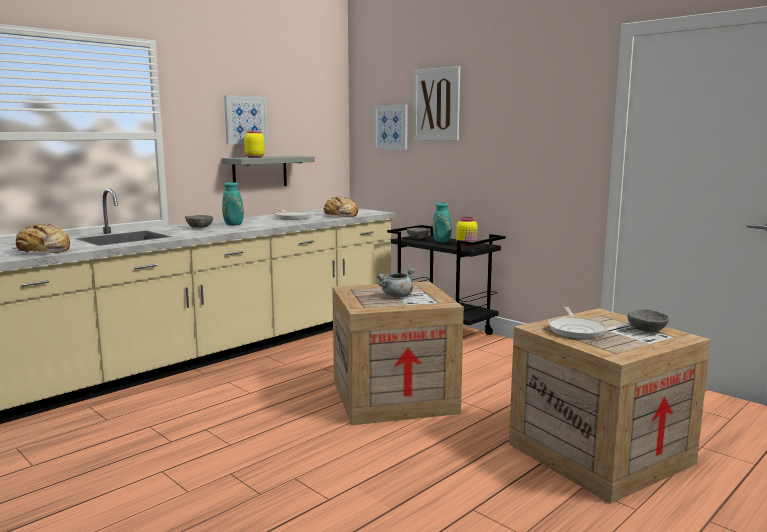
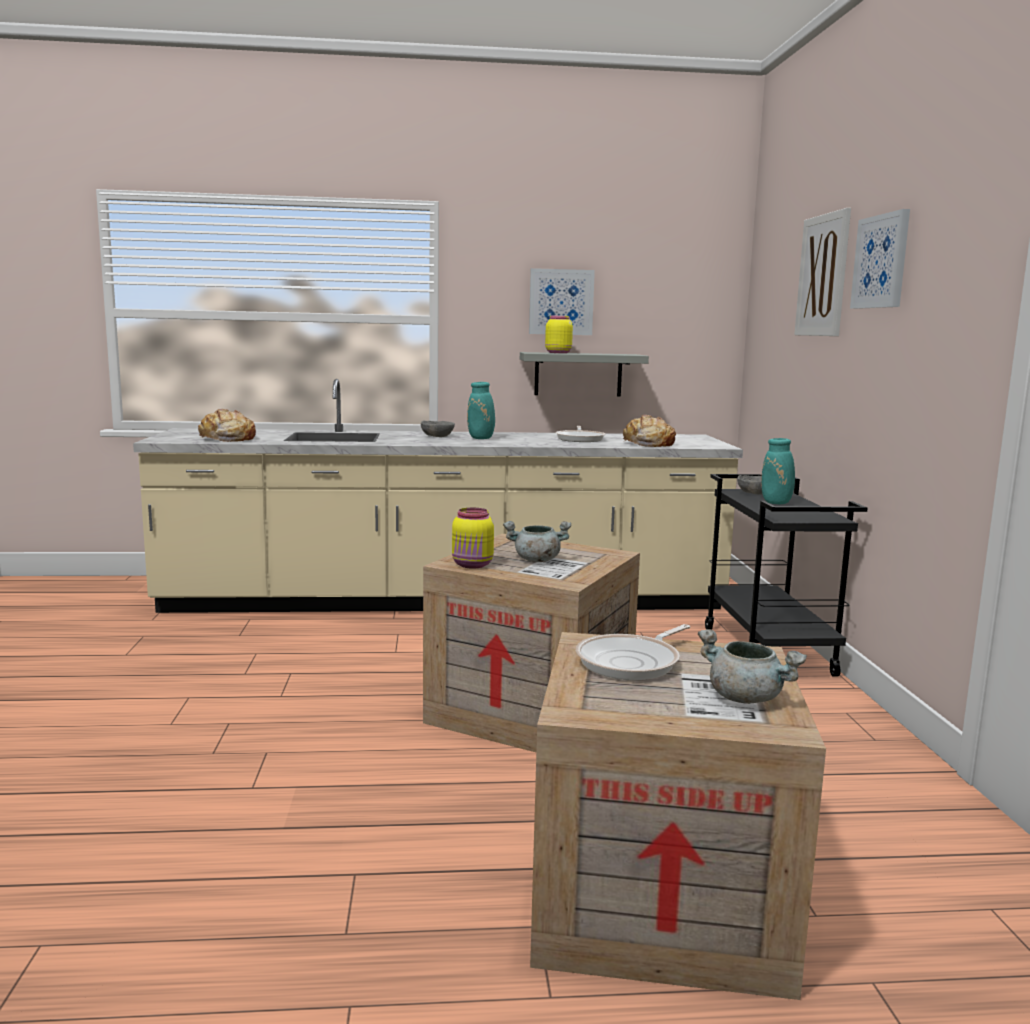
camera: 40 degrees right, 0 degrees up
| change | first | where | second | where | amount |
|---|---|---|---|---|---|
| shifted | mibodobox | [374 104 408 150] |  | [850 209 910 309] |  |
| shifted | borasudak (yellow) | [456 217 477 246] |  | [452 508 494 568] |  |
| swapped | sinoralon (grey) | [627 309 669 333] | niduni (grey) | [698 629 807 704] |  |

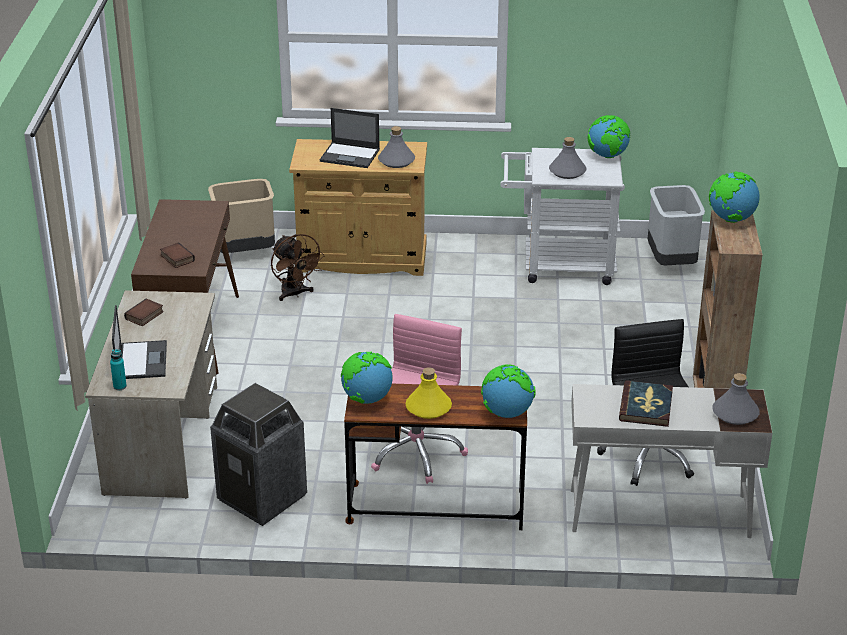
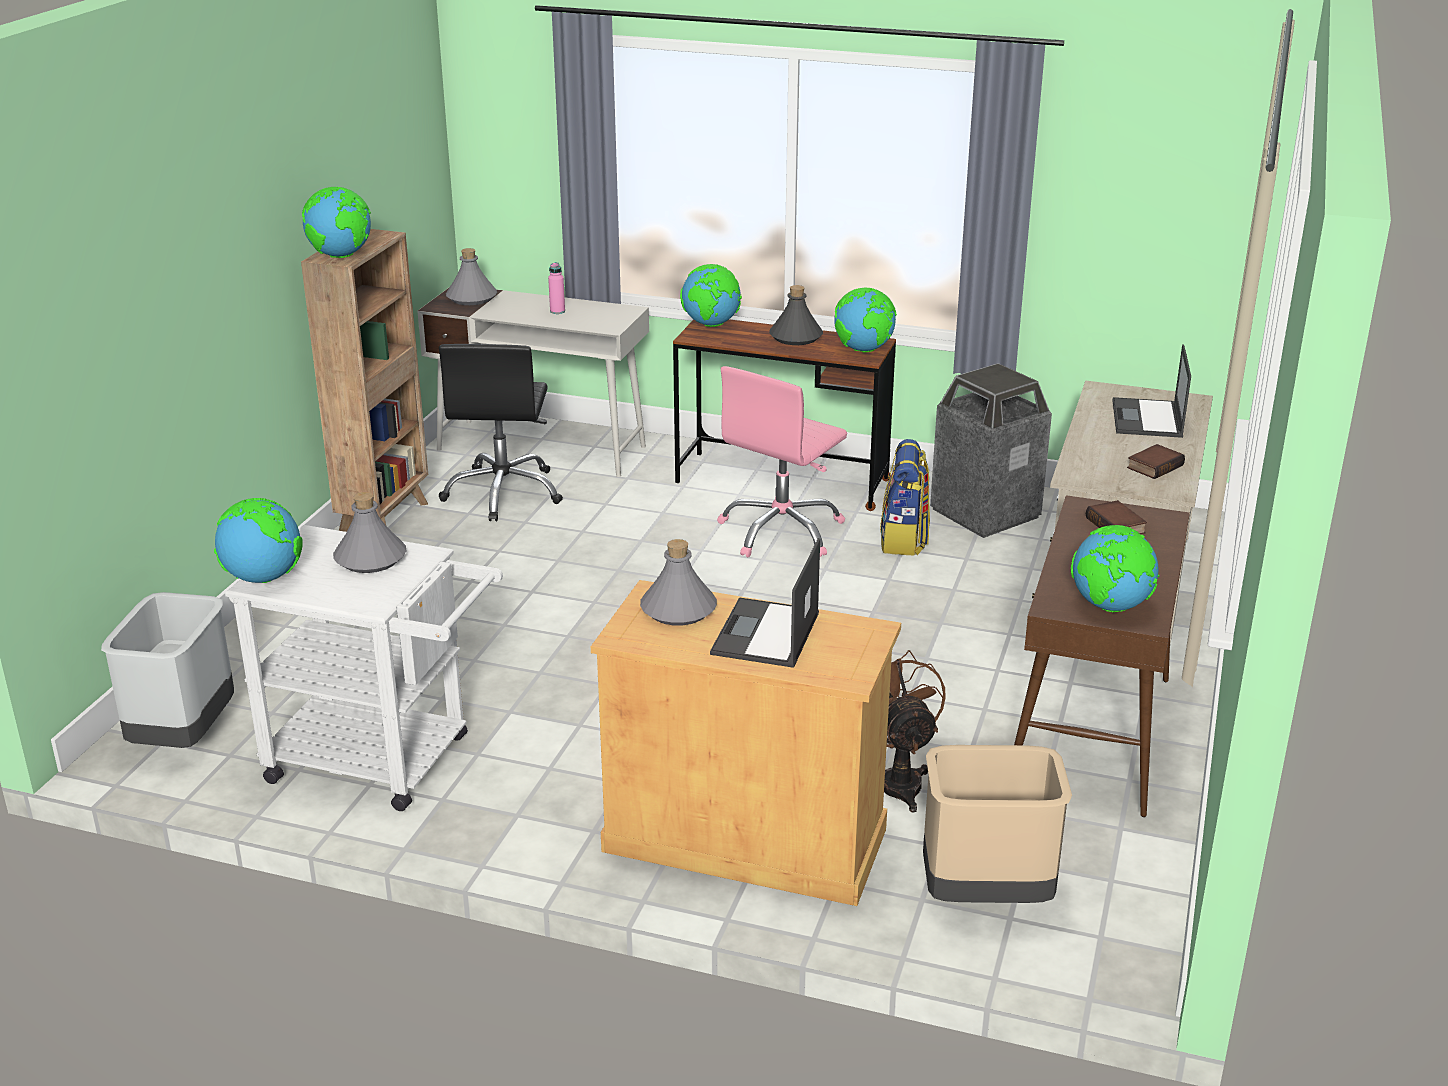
camera: 165 degrees left, 5 degrees down
| change | first | where | second | where | amount |
|---|---|---|---|---|---|
| gone | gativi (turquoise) | [110 349 127 390] |  |  |  |
| new |  |  | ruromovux | [880 439 930 556] |  |
| new |  |  | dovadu | [1071 525 1160 612] |  |
| swapped | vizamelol | [619 380 673 427] | gativi (pink) | [548 262 565 314] |  |
| repainted | gativi (yellow) | [406 367 452 419] | gativi (grey) | [769 285 823 345] |  |
| rotated | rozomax | [320 108 380 168] |  | [710 538 820 668] | 105 degrees counterclockwise |

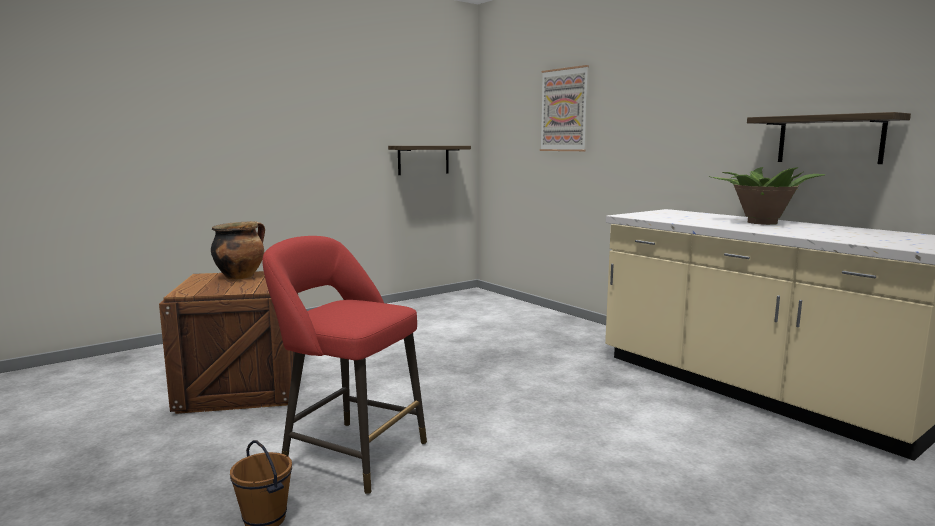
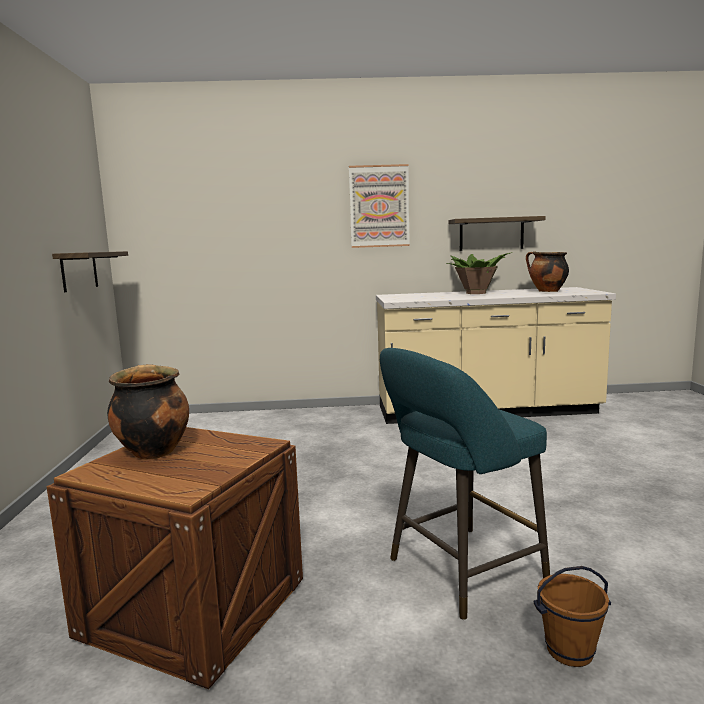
camera: 55 degrees left, 0 degrees up
| change | first | where | second | where | amount |
|---|---|---|---|---|---|
| new |  |  | niduni | [526 251 569 292] |  |
| shifted | mibodobox | [540 65 589 151] |  | [349 164 410 248] |  |
| repainted | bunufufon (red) | [262 236 427 495] | bunufufon (turquoise) | [380 348 550 620] |  |

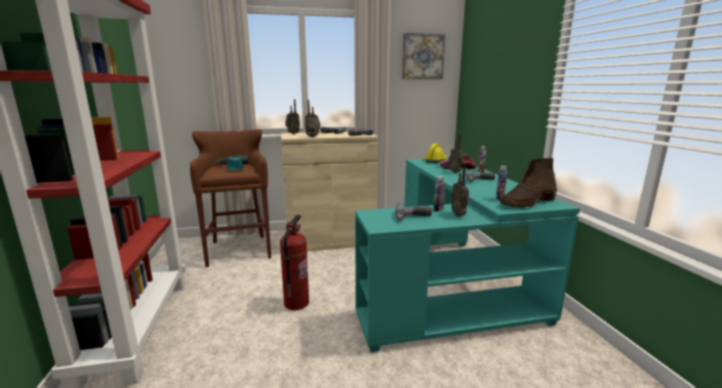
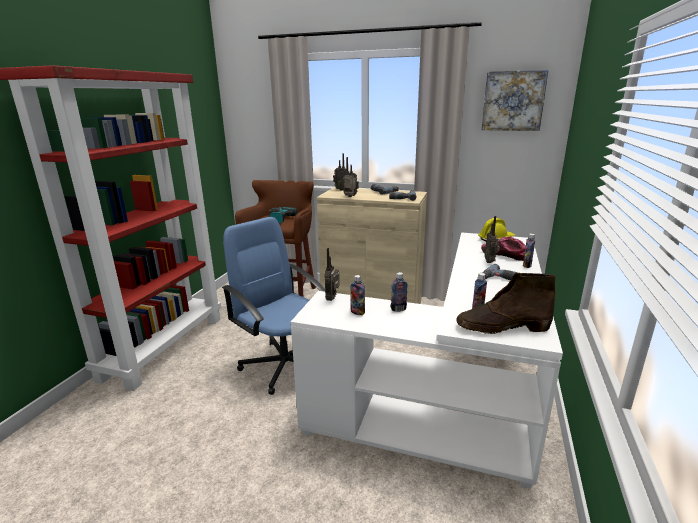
camera: 30 degrees right, 5 degrees up
| change | first | where | second | where | amount |
|---|---|---|---|---|---|
| shifted | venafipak | [451 164 470 217] |  | [325 248 340 301] |  |
| swapped | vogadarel | [280 215 309 310] | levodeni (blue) | [222 217 325 395] |  |
| swapped | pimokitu | [395 203 432 221] | gativi | [350 275 365 315] |  |
| repainted | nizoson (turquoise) | [355 158 580 352] | nizoson (white) | [291 232 563 489] |  |

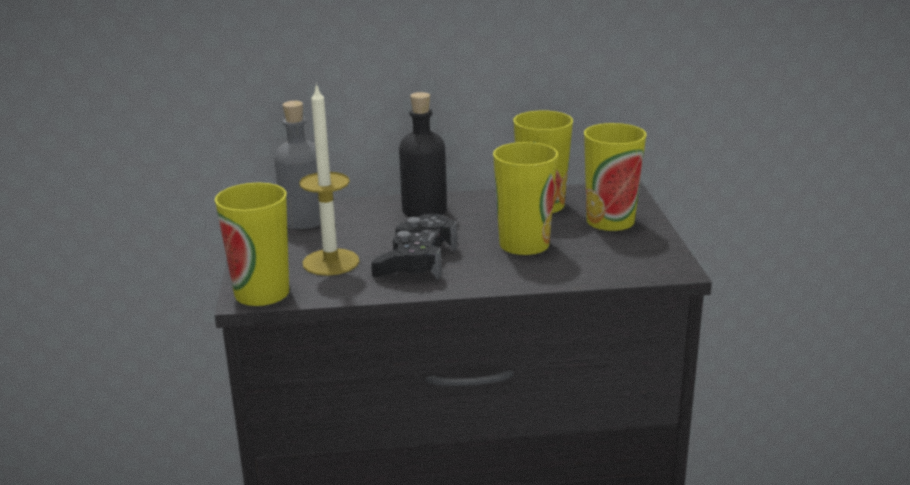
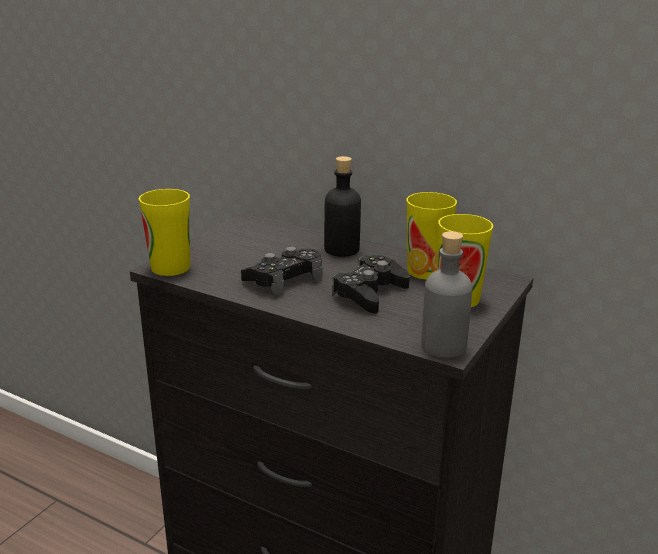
camera: 35 degrees right, 0 degrees up
| change | first | where | second | where | amount |
|---|---|---|---|---|---|
| gone | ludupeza | [299 83 360 276] |  |  |  |
| shifted | gativi (grey) | [274 101 321 229] |  | [421 231 472 358] |  |
| swapped | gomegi | [493 142 558 255] | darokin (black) | [332 255 410 314] |  |

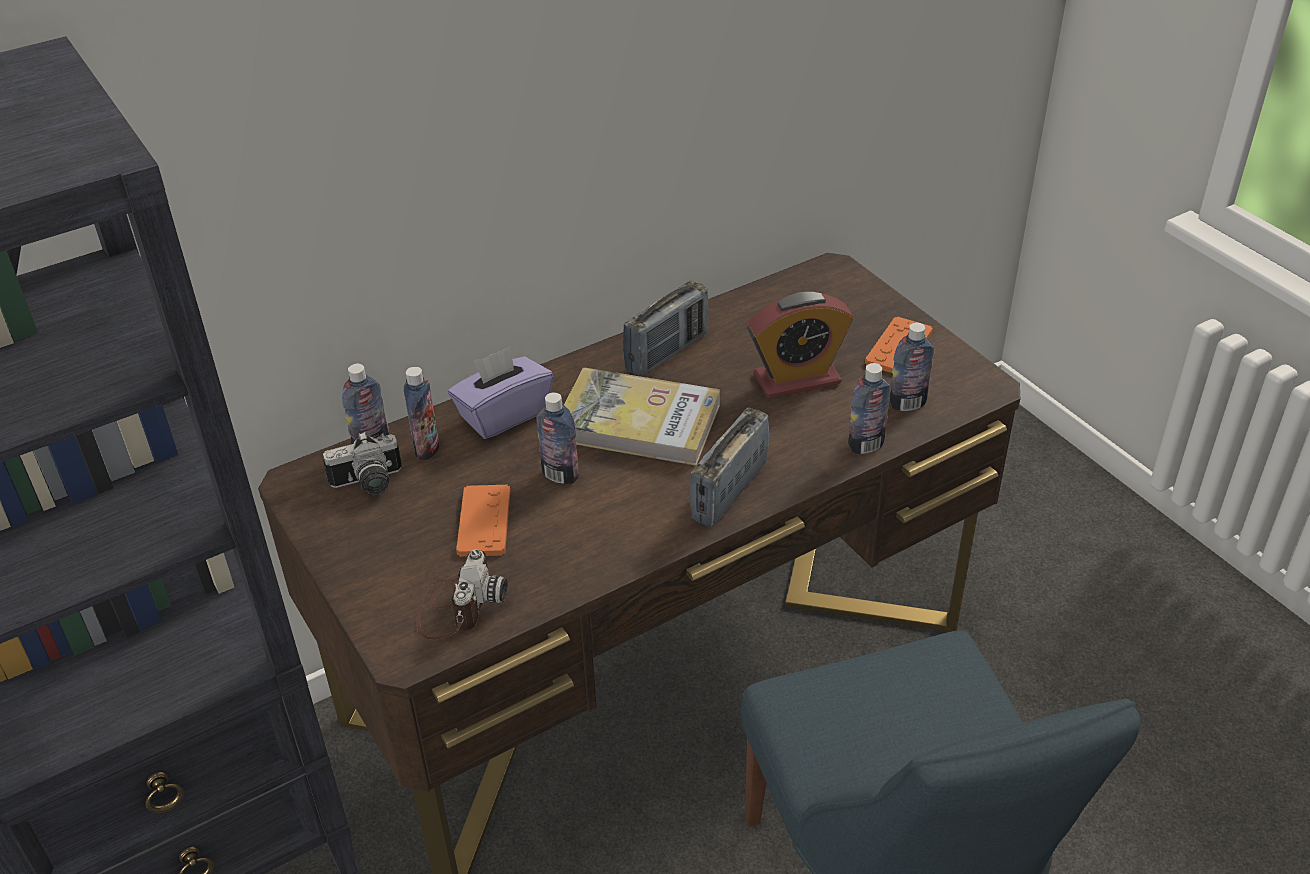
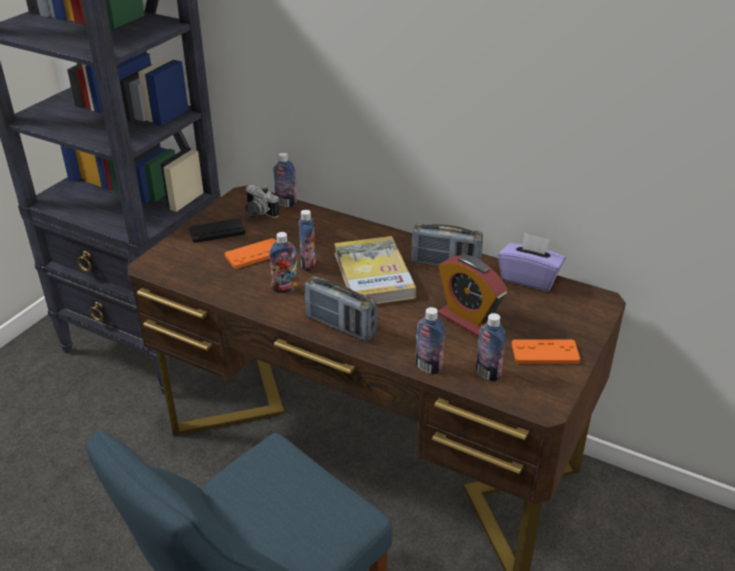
camera: 60 degrees right, 5 degrees down
| change | first | where | second | where | amount |
|---|---|---|---|---|---|
| gone | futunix | [416 549 508 640] |  |  |  |
| new |  |  | darokin (black) | [189 218 245 243] |  |
| shifted | gativi | [404 367 439 460] |  | [269 232 298 293] |  |
| shifted | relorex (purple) | [448 347 553 439] |  | [498 233 566 291] |  |
| rotated | venafipak | [690 408 769 527] |  | [305 276 377 341] | 150 degrees counterclockwise |

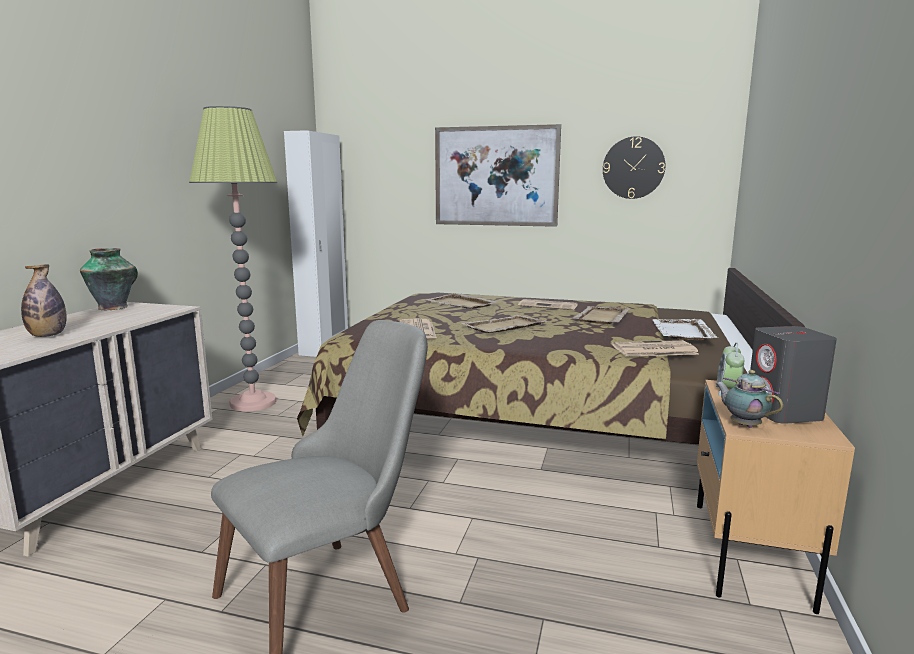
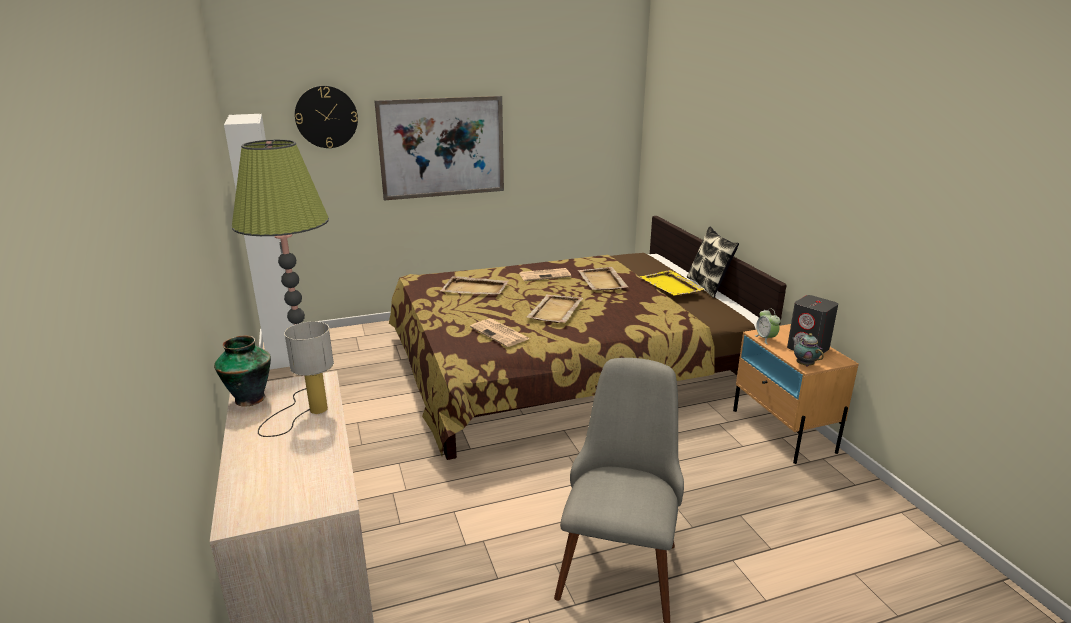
camera: 35 degrees left, 10 degrees up
| change | first | where | second | where | amount |
|---|---|---|---|---|---|
| gone | gativi | [21 264 66 337] |  |  |  |
| gone | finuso | [612 340 699 356] |  |  |  |
| new |  |  | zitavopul | [258 321 334 437] |  |
| new |  |  | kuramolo | [687 226 739 298] |  |
| shifted | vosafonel | [603 136 665 199] |  | [295 86 358 148] |  |
| repainted | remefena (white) | [652 319 718 340] | remefena (yellow) | [640 270 705 296] |  |
| rotated | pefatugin | [715 370 783 428] |  | [792 333 824 367] | 45 degrees clockwise |

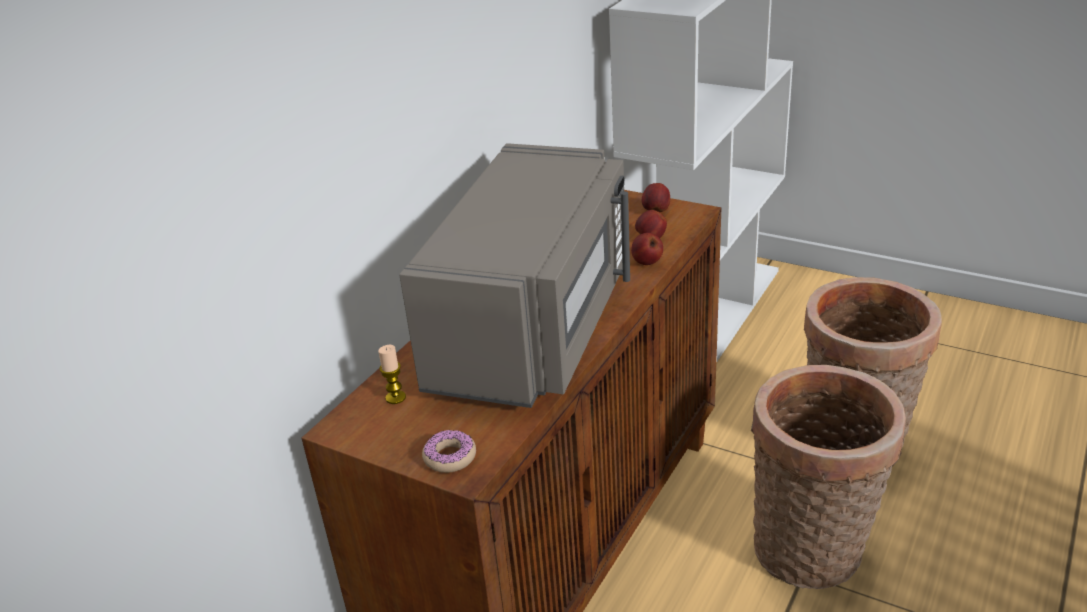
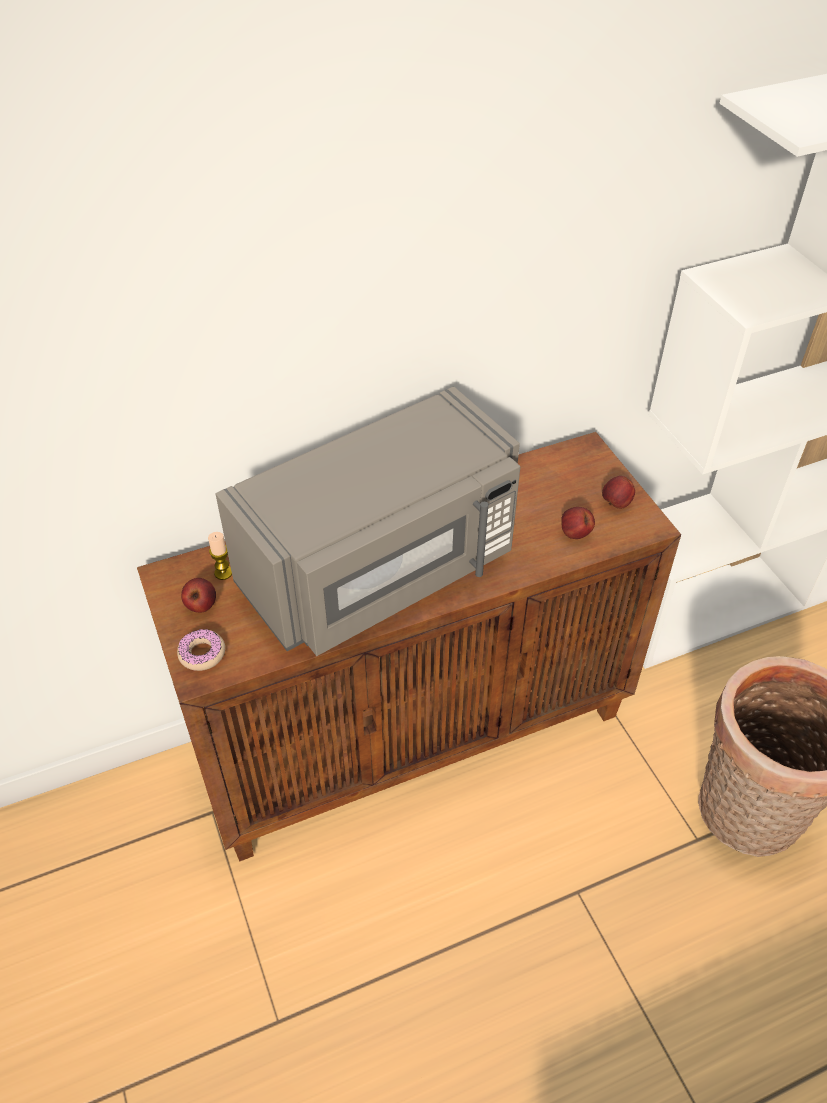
camera: 35 degrees right, 15 degrees up
| change | first | where | second | where | amount |
|---|---|---|---|---|---|
| gone | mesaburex | [751 365 906 589] |  |  |  |
| shifted | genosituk | [631 233 663 265] |  | [181 578 216 613] |  |

